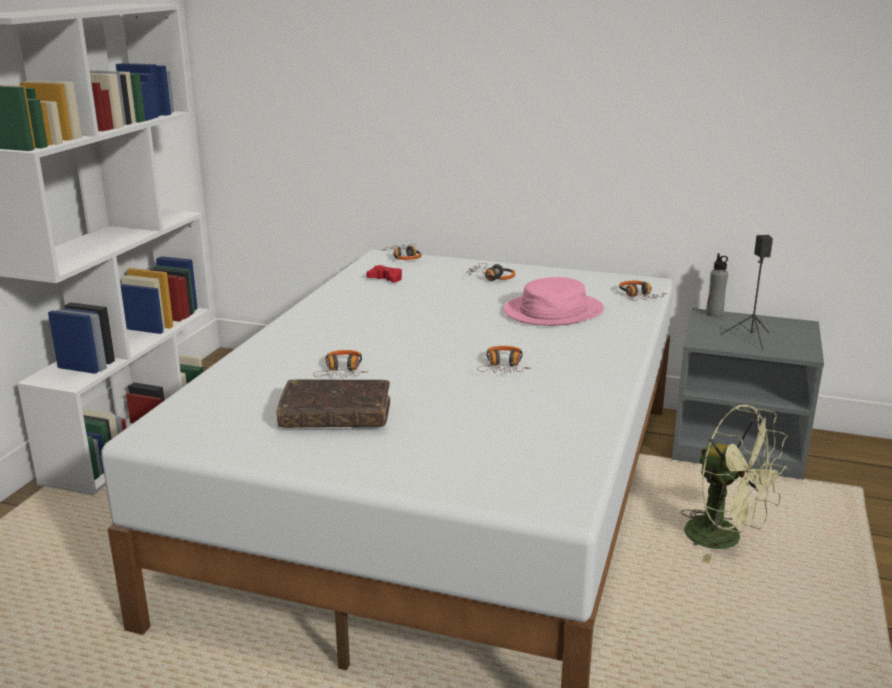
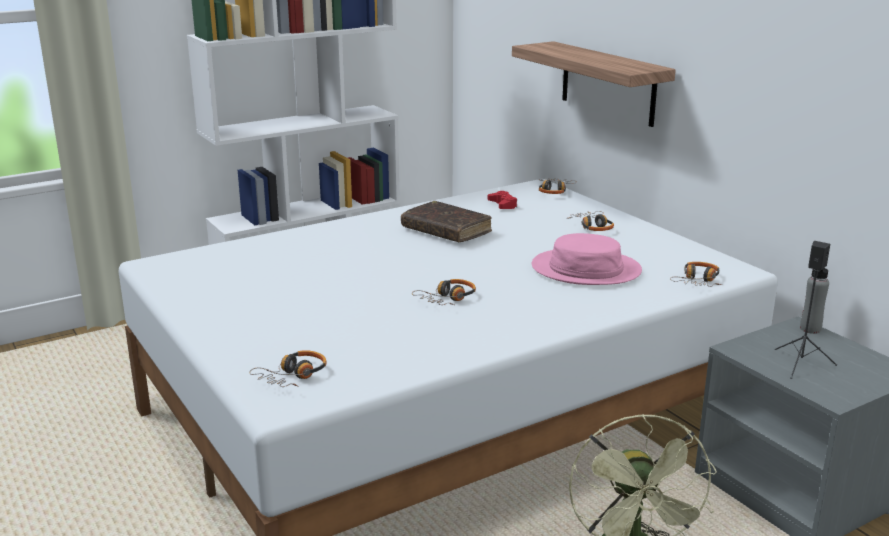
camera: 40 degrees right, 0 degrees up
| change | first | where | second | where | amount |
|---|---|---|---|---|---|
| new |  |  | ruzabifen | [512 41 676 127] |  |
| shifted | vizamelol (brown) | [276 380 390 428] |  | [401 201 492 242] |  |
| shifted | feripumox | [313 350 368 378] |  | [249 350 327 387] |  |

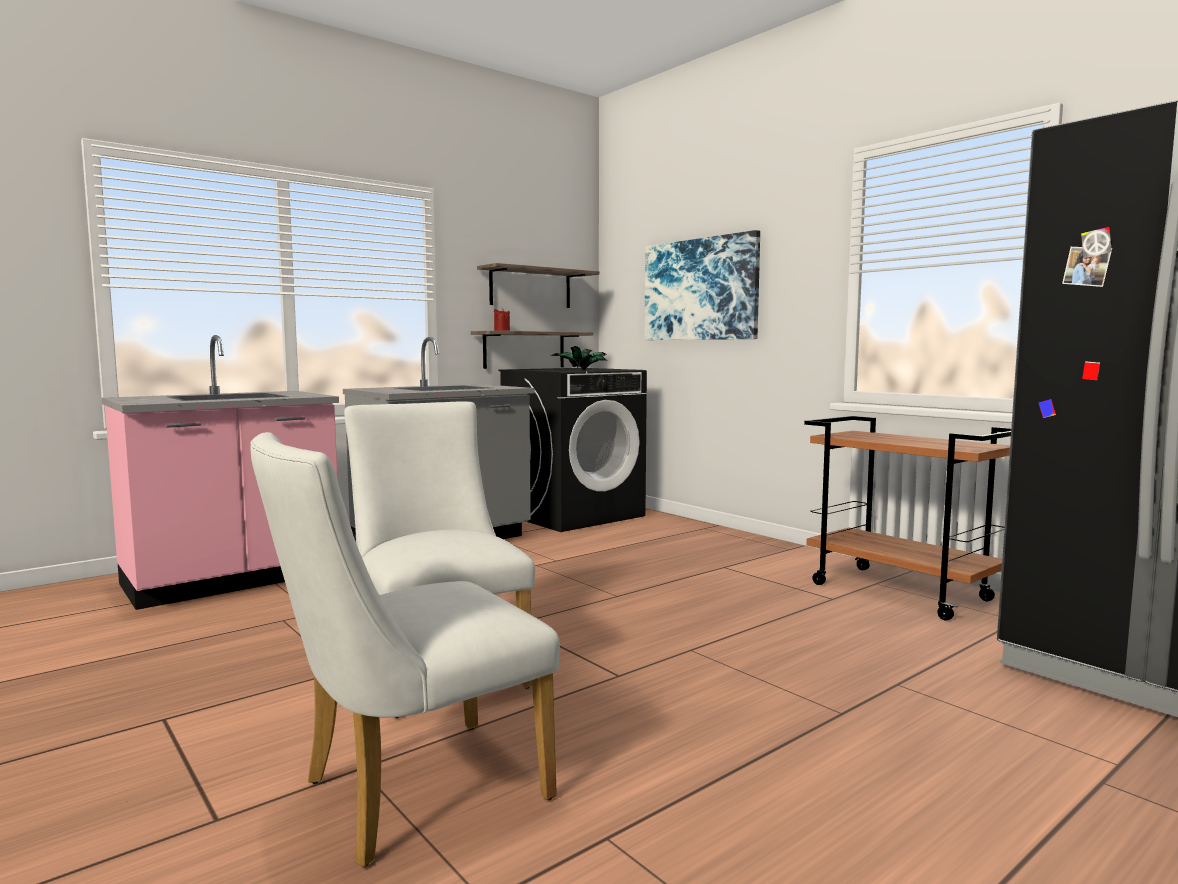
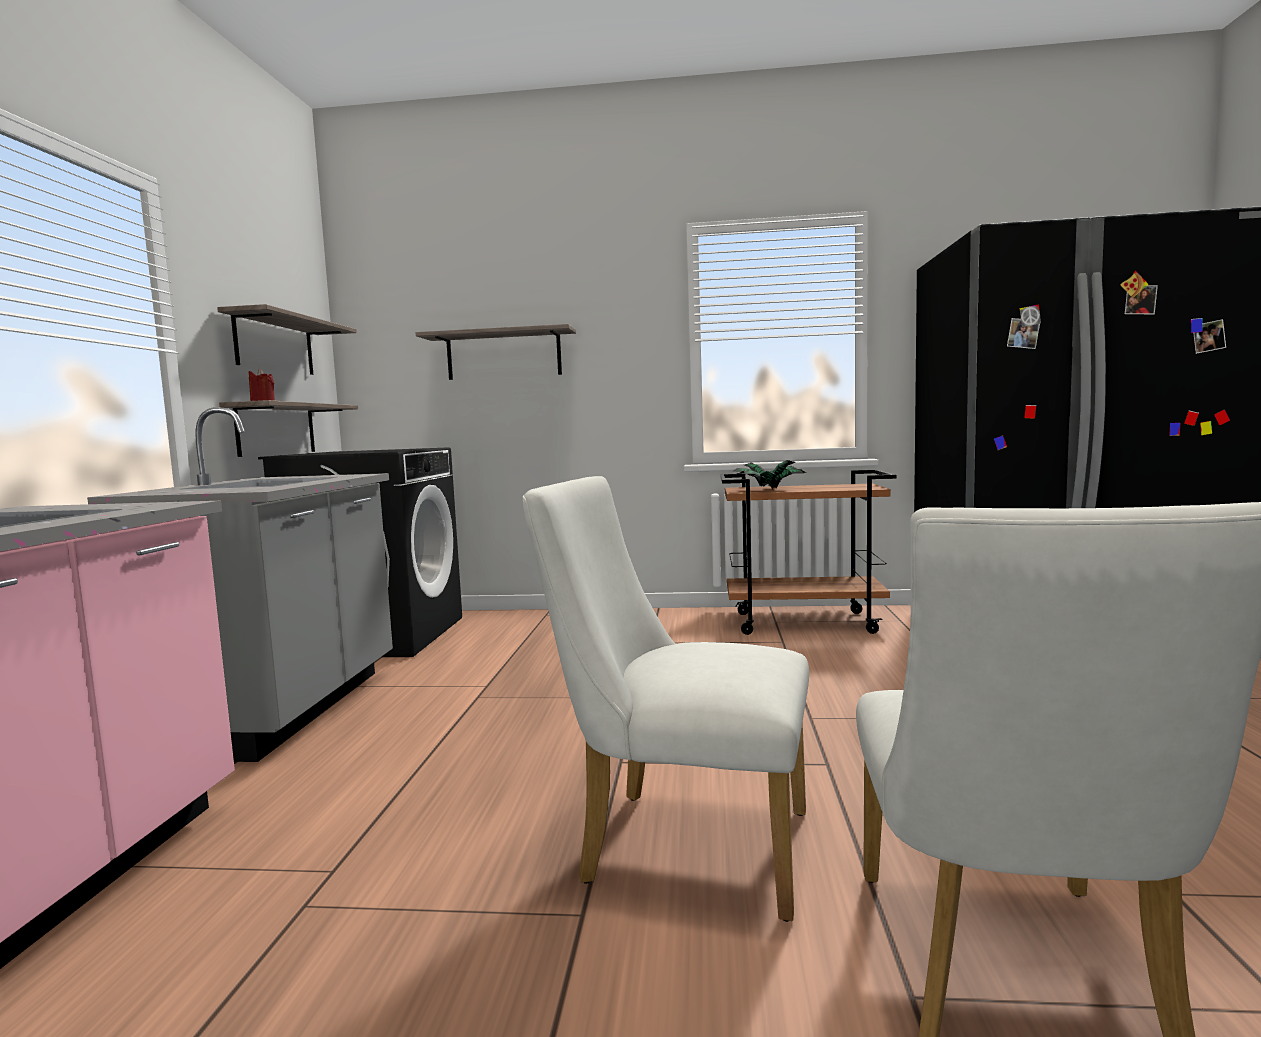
camera: 45 degrees left, 0 degrees up
| change | first | where | second | where | amount |
|---|---|---|---|---|---|
| shifted | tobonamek | [551 346 607 370] |  | [733 460 806 490] |  |
| swapped | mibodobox | [644 230 760 340] | ruzabifen | [416 324 576 380] |  |

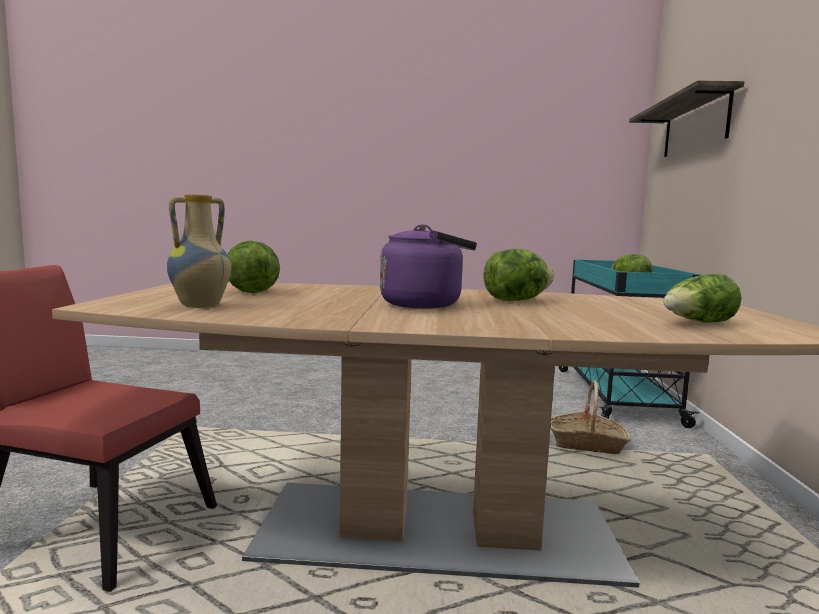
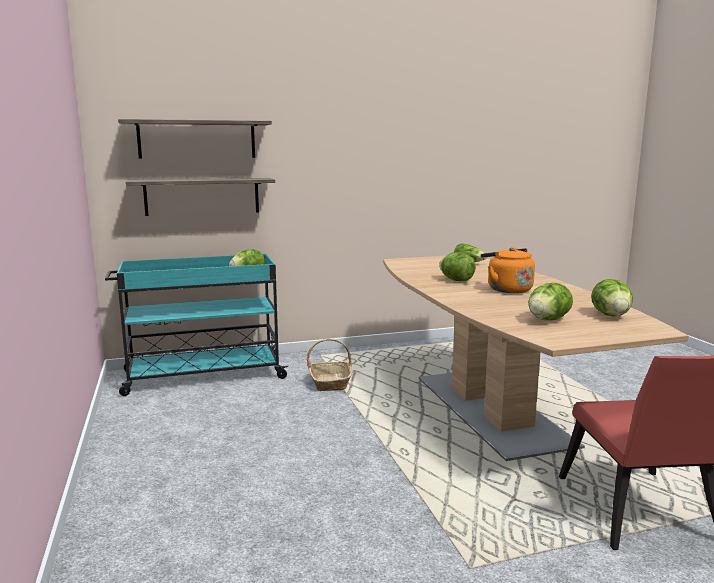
camera: 110 degrees left, 5 degrees up
| change | first | where | second | where | amount |
|---|---|---|---|---|---|
| new |  |  | ruzabifen | [126 178 275 216] |  |
| swapped | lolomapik | [167 194 231 308] | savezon | [591 279 633 317] |  |
| repainted | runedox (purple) | [380 224 477 309] | runedox (orange) | [481 247 535 293] |  |

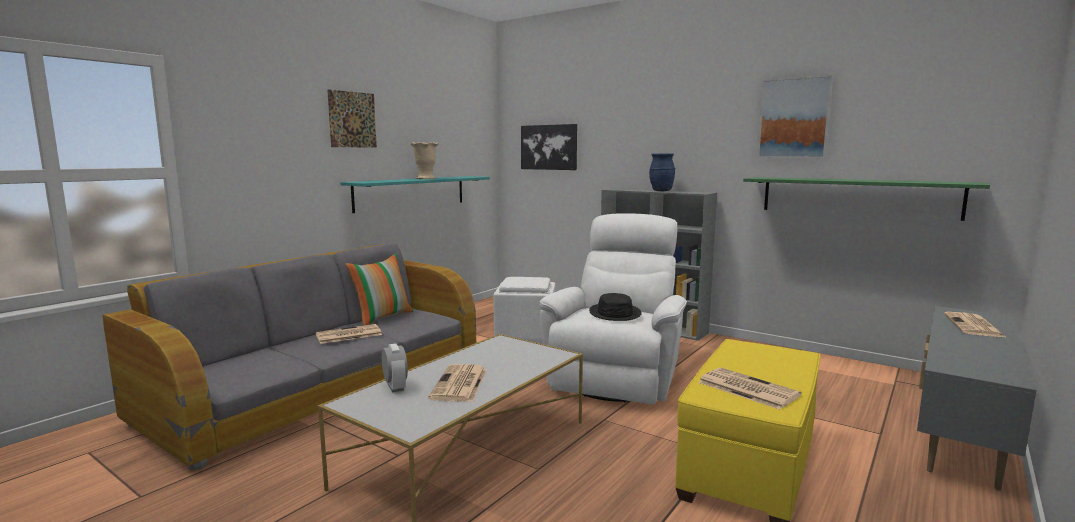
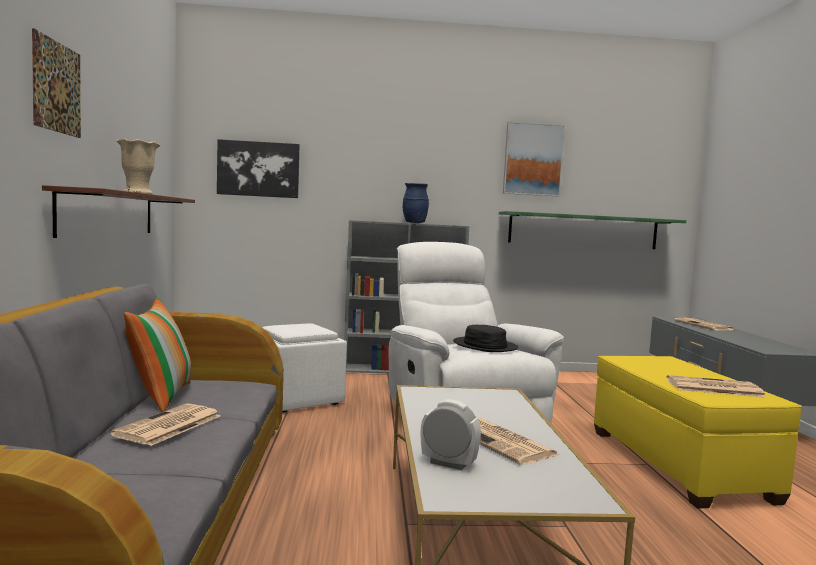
camera: 40 degrees left, 5 degrees down
| change | first | where | second | where | amount |
|---|---|---|---|---|---|
| repainted | ruzabifen (turquoise) | [340 176 490 213] | ruzabifen (brown) | [42 185 195 238] |  |

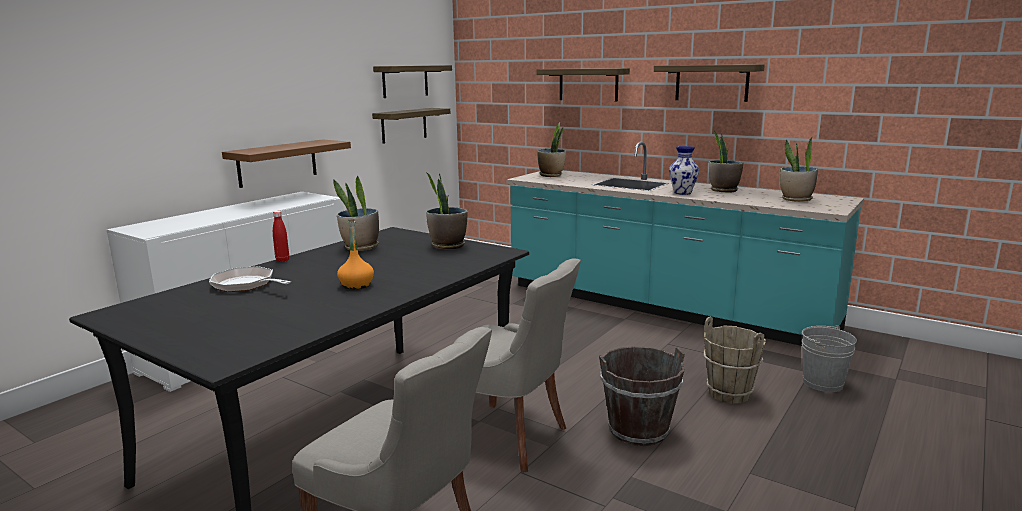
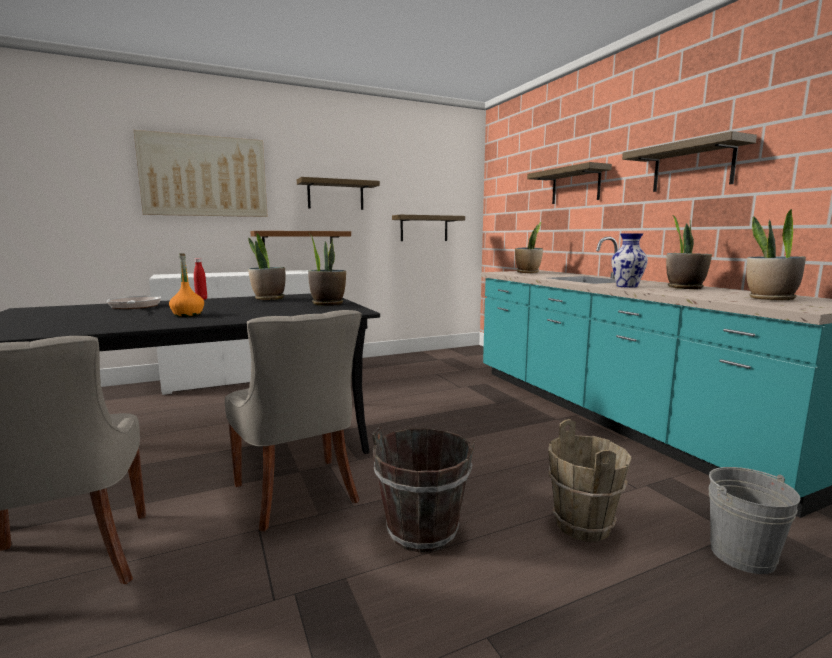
camera: 30 degrees right, 5 degrees down
| change | first | where | second | where | amount |
|---|---|---|---|---|---|
| new |  |  | mibodobox | [134 130 268 217] |  |
| shifted | ruzabifen | [373 65 452 98] |  | [297 177 380 210] |  |

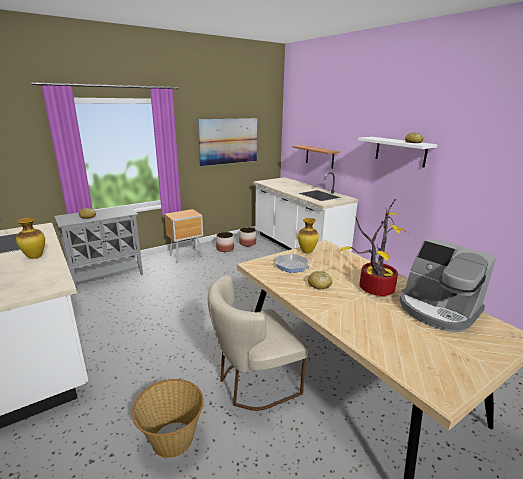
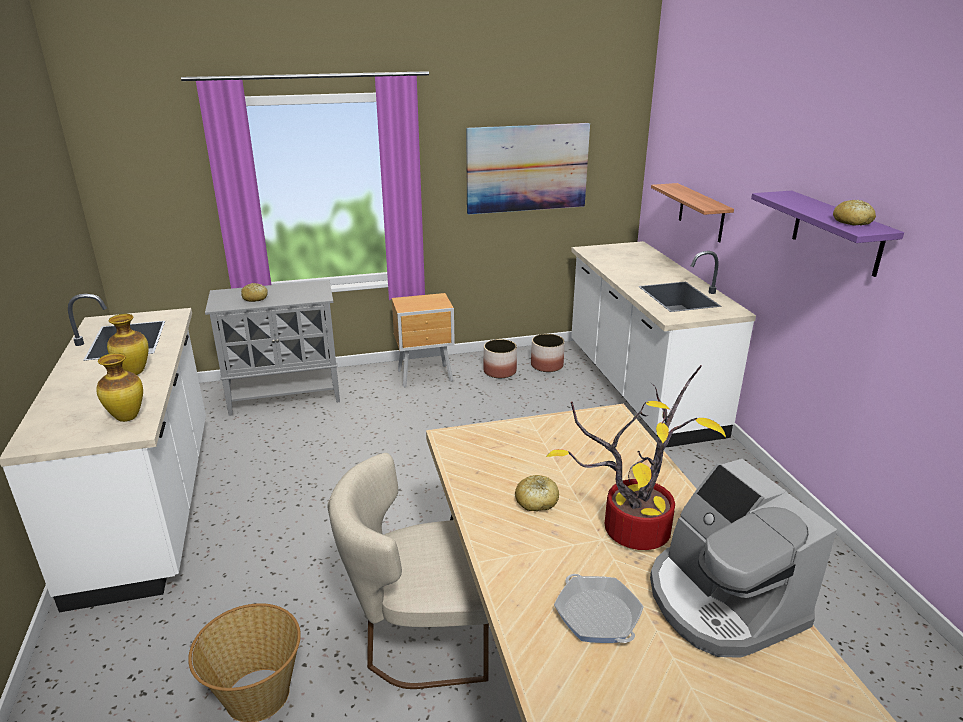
camera: 20 degrees right, 5 degrees up
| change | first | where | second | where | amount |
|---|---|---|---|---|---|
| shifted | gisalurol | [275 254 309 273] |  | [554 574 644 643] |  |
| shifted | lolomapik | [298 218 319 253] |  | [96 353 143 422] |  |
| repainted | ruzabifen (white) | [358 137 437 167] | ruzabifen (purple) | [751 191 904 277] |  |

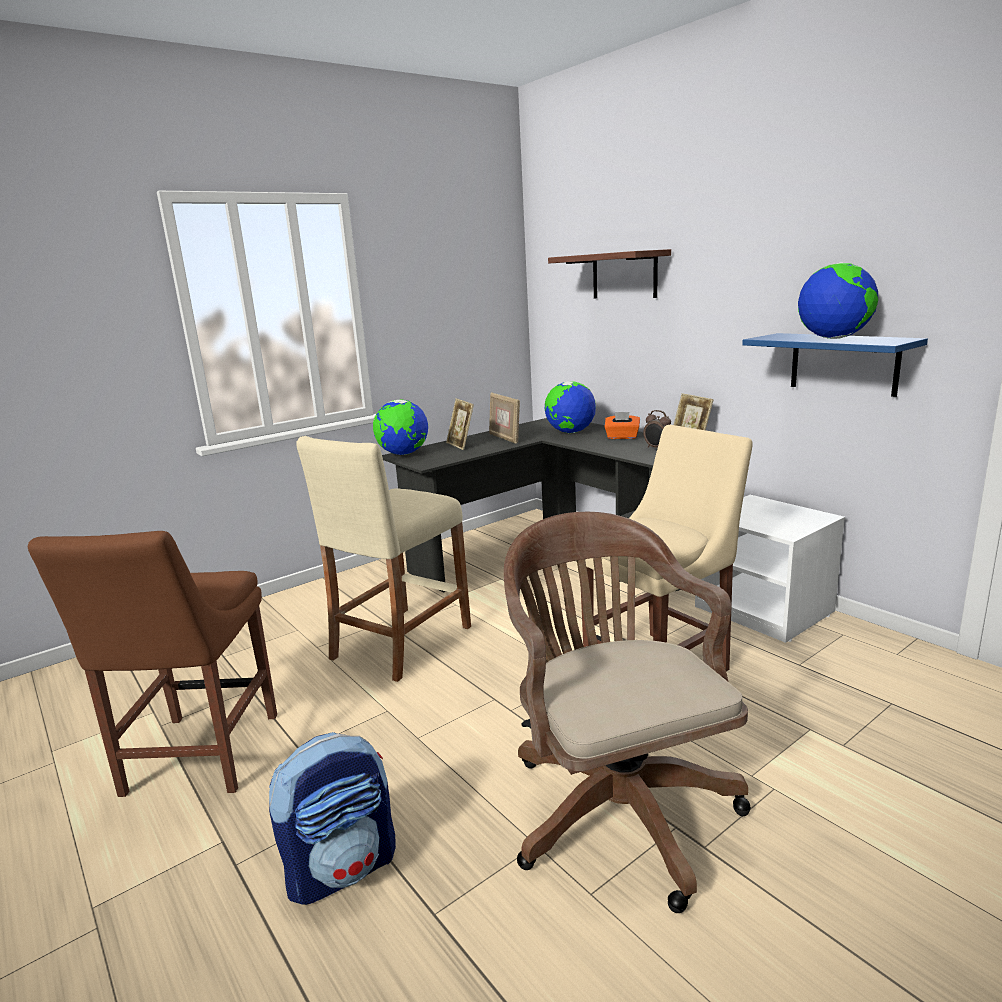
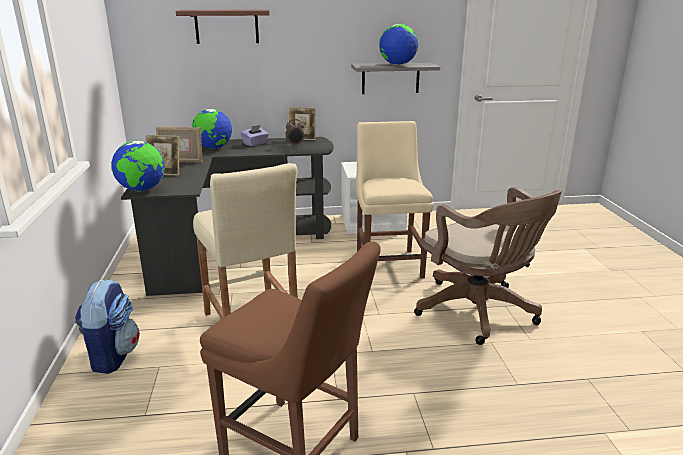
camera: 60 degrees left, 5 degrees up
| change | first | where | second | where | amount |
|---|---|---|---|---|---|
| shifted | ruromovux | [269 732 396 905] |  | [75 280 140 374] |  |
| repainted | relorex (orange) | [605 412 640 439] | relorex (purple) | [241 125 269 146] |  |
| repainted | ruzabifen (blue) | [742 333 928 397] | ruzabifen (grey) | [351 63 440 94] |  |
| rotated | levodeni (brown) | [504 512 751 913] |  | [414 187 562 345] | 135 degrees counterclockwise |

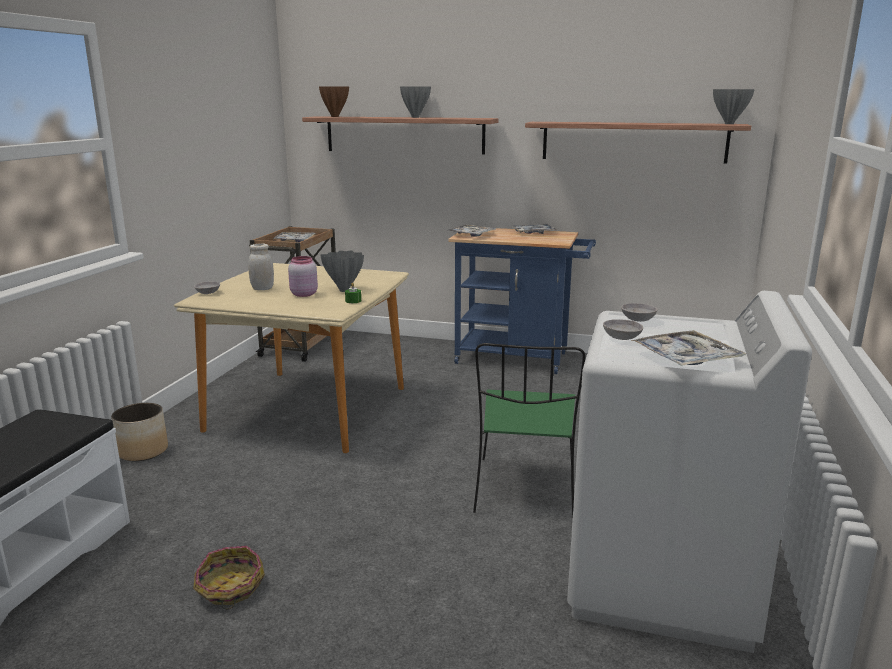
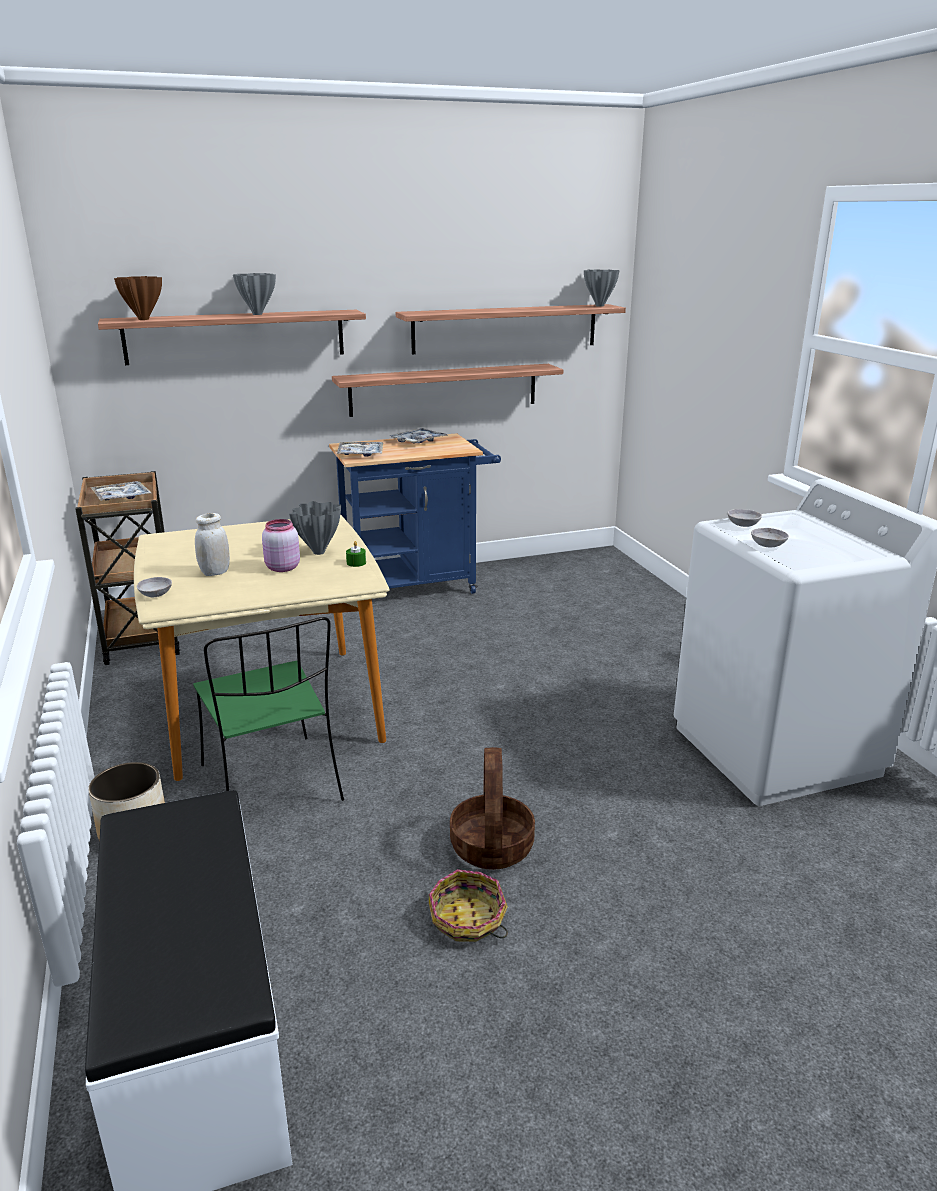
camera: 35 degrees left, 5 degrees up
| change | first | where | second | where | amount |
|---|---|---|---|---|---|
| gone | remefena | [631 330 746 366] |  |  |  |
| new |  |  | ruzabifen | [332 364 563 417] |  |
| new |  |  | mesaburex | [450 747 535 870] |  |
| shifted | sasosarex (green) | [473 343 585 520] |  | [193 617 344 801] |  |

